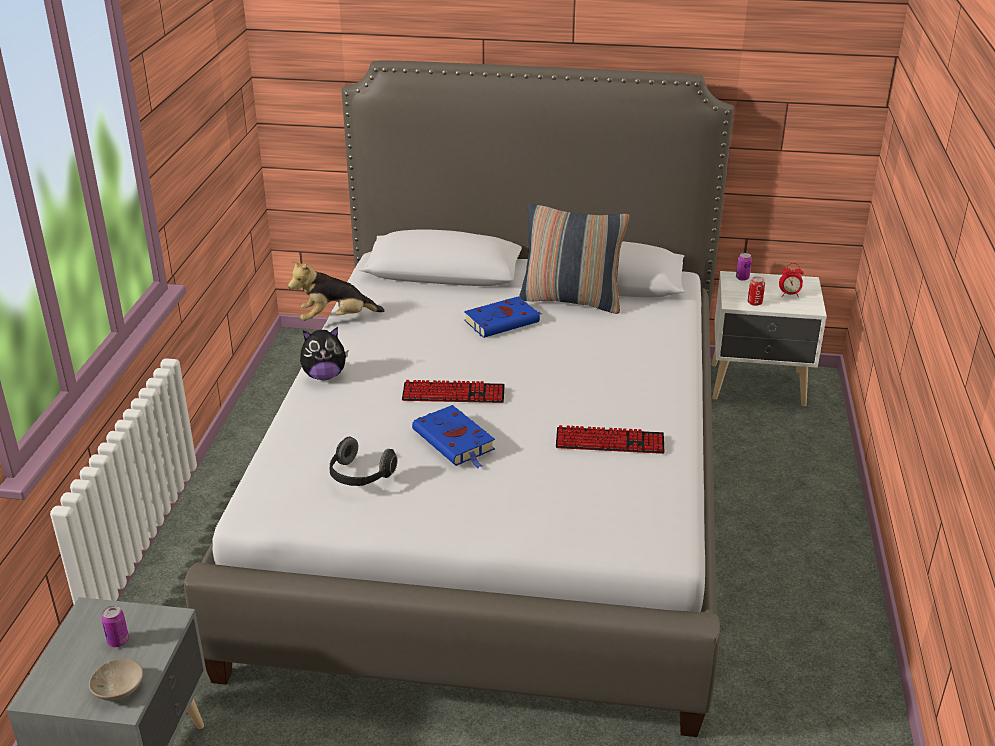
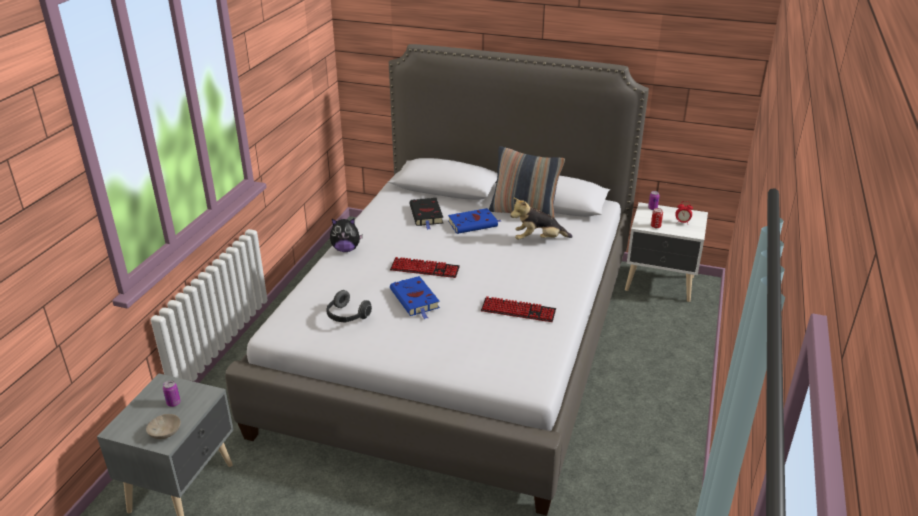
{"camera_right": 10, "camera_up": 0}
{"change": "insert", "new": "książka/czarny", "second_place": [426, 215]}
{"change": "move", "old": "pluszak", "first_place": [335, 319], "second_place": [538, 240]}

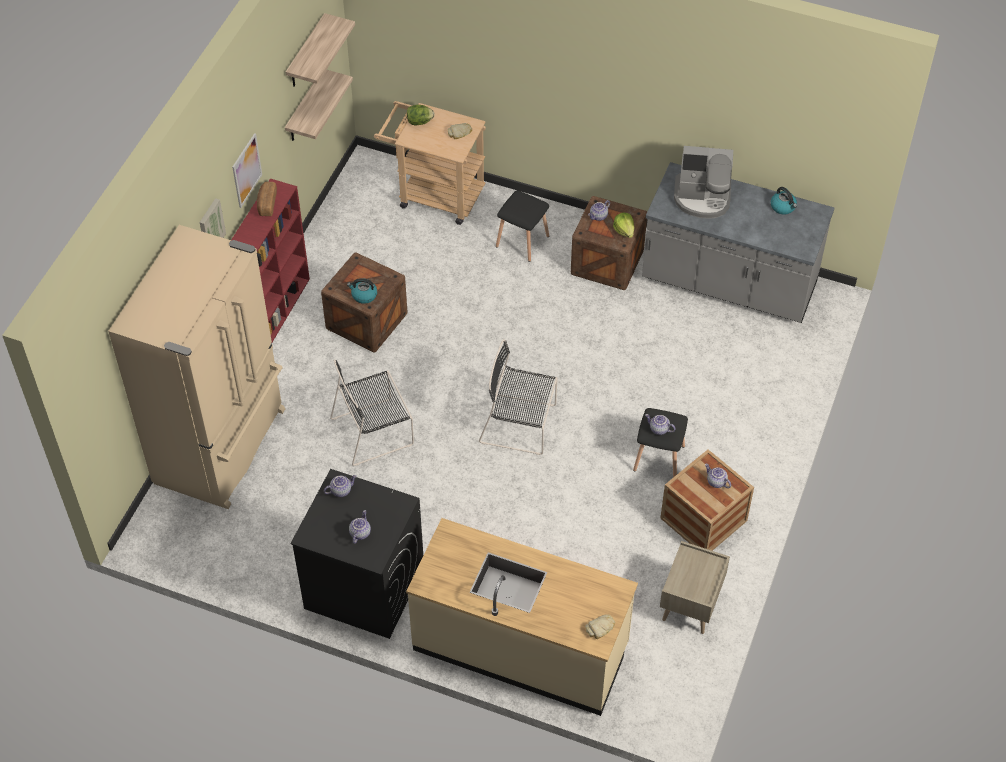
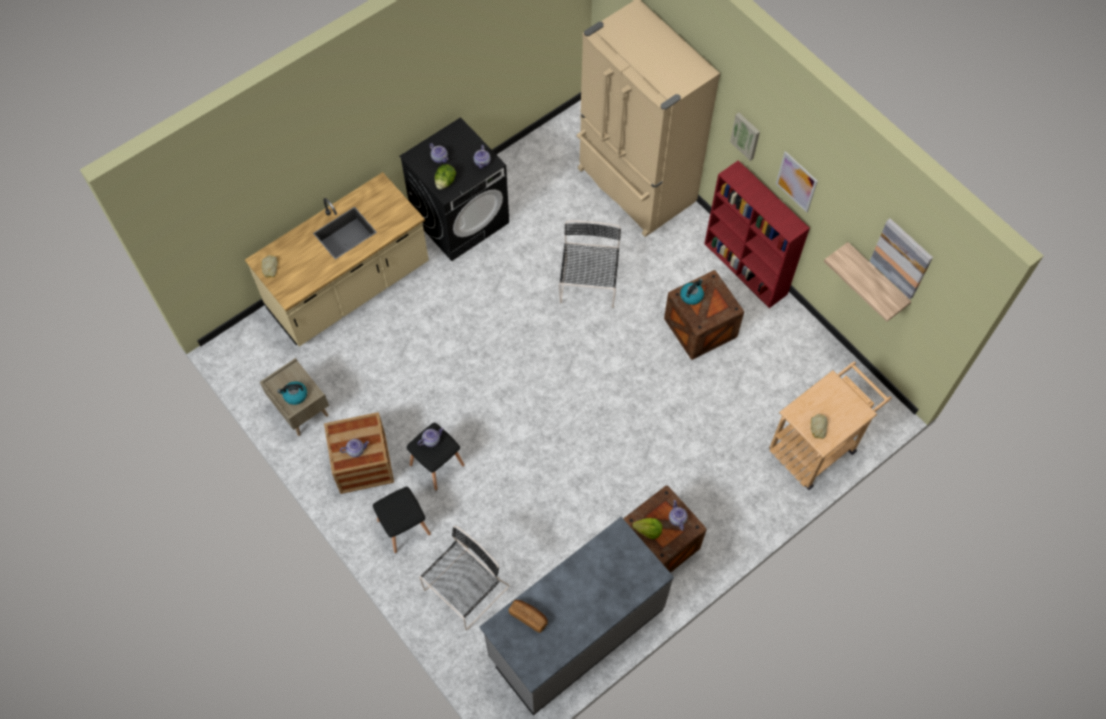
{"camera_right": 120, "camera_up": 10}
{"change": "delete", "old": "ekspres do kawy", "first_place": [702, 198]}
{"change": "move", "old": "chleb", "first_place": [267, 204], "second_place": [528, 617]}
{"change": "move", "old": "sałata", "first_place": [419, 122], "second_place": [445, 182]}
{"change": "move", "old": "krzesło/czarny", "first_place": [520, 424], "second_place": [464, 590]}
{"change": "move", "old": "stołek/czarny", "first_place": [522, 240], "second_place": [404, 527]}
{"change": "move", "old": "czajnik", "first_place": [783, 207], "second_place": [295, 395]}
{"change": "replace", "old": "półka", "new": "obraz", "first_place": [306, 53], "second_place": [901, 258]}

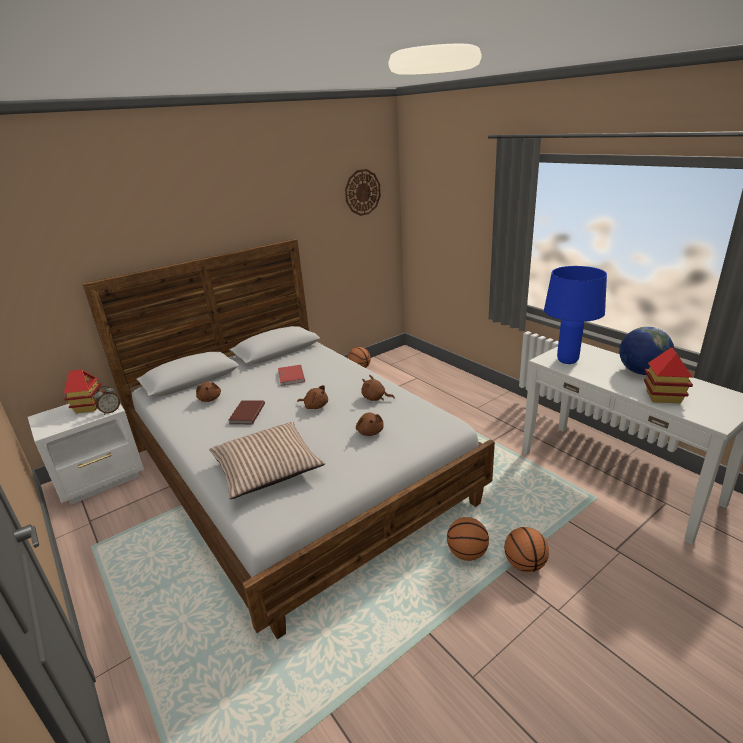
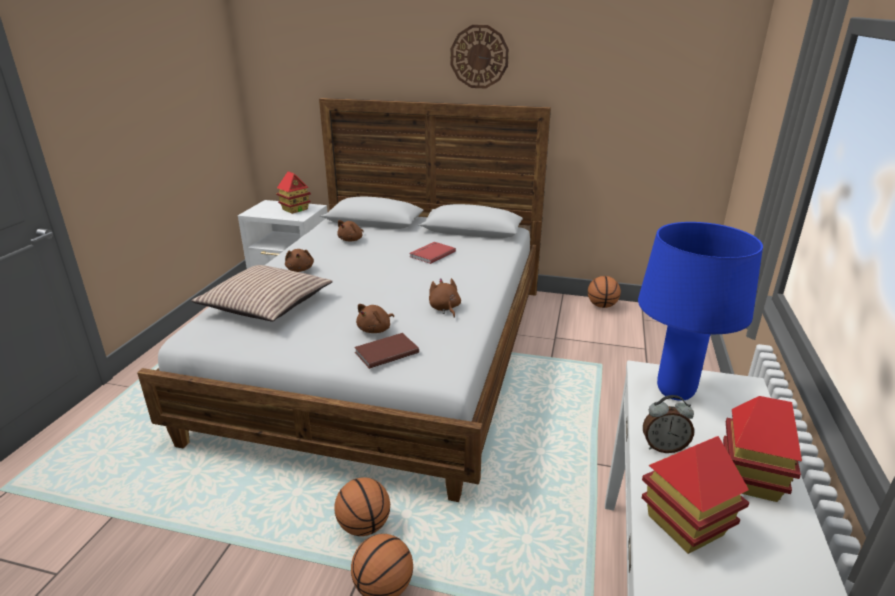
{"camera_right": 50, "camera_up": 0}
{"change": "move", "old": "budzik", "first_place": [110, 411], "second_place": [663, 447]}
{"change": "move", "old": "książka/brązowy", "first_place": [246, 414], "second_place": [385, 352]}
{"change": "move", "old": "pluszak/brązowy", "first_place": [315, 406], "second_place": [300, 269]}
{"change": "move", "old": "zegar ścienny", "first_place": [362, 192], "second_place": [479, 57]}
{"change": "replace", "old": "globus", "new": "domek", "first_place": [641, 372], "second_place": [750, 479]}

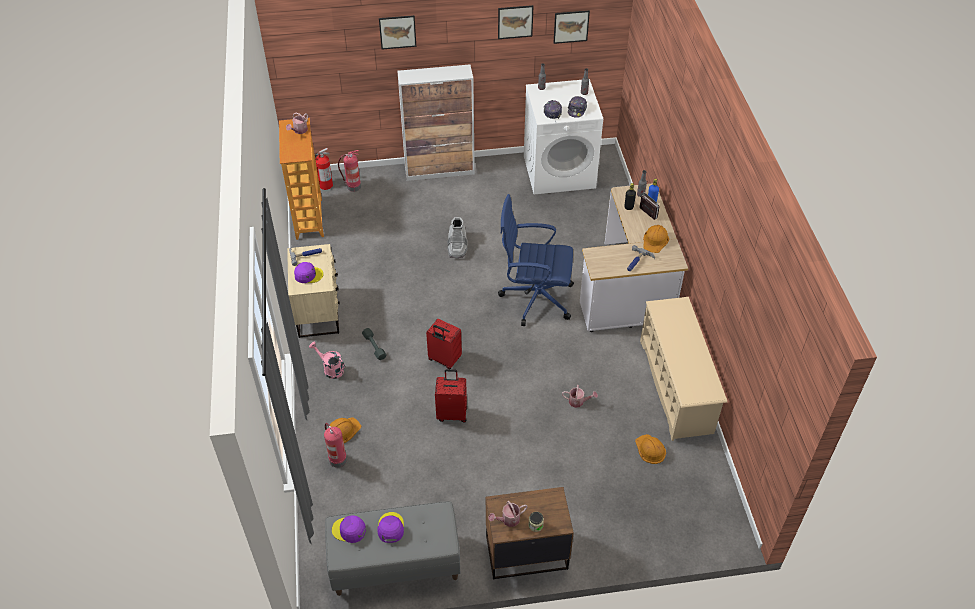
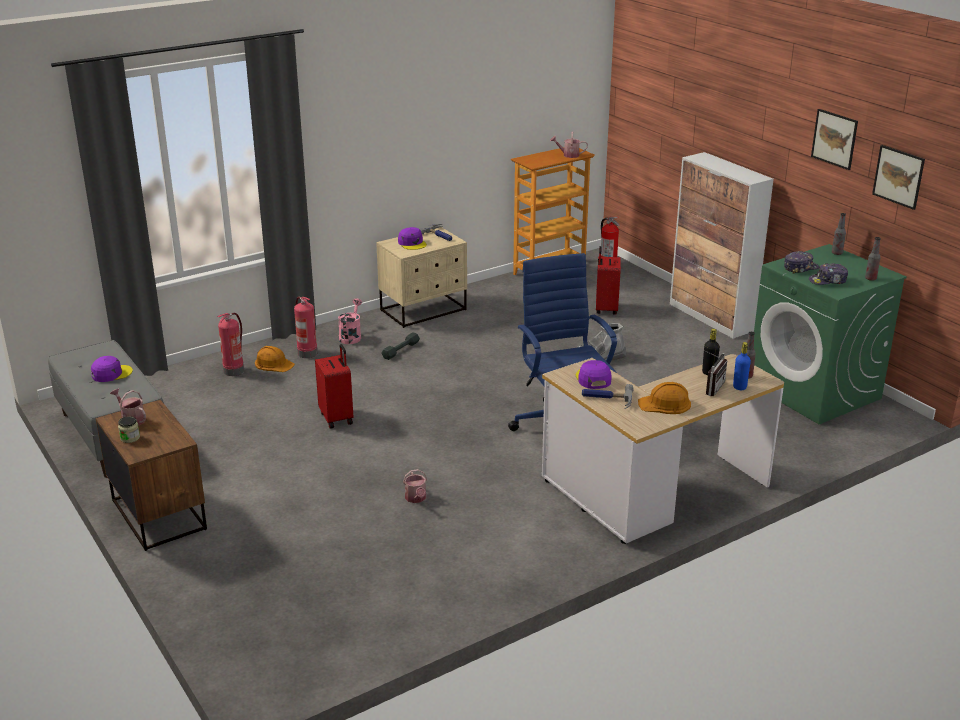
{"camera_right": 65, "camera_up": -20}
{"change": "delete", "old": "obraz", "first_place": [397, 32]}
{"change": "delete", "old": "kask/pomarańczowy", "first_place": [650, 449]}
{"change": "delete", "old": "regał na buty/beżowy", "first_place": [676, 386]}
{"change": "move", "old": "czapka z daszkiem/fioletowy", "first_place": [349, 530], "second_place": [593, 379]}
{"change": "move", "old": "gaśnica", "first_place": [353, 187], "second_place": [306, 353]}
{"change": "move", "old": "walizka/czerwony", "first_place": [444, 359], "second_place": [605, 309]}
{"change": "recolor", "old": "pralka/biały", "new": "pralka/zielony", "first_place": [559, 171], "second_place": [814, 391]}

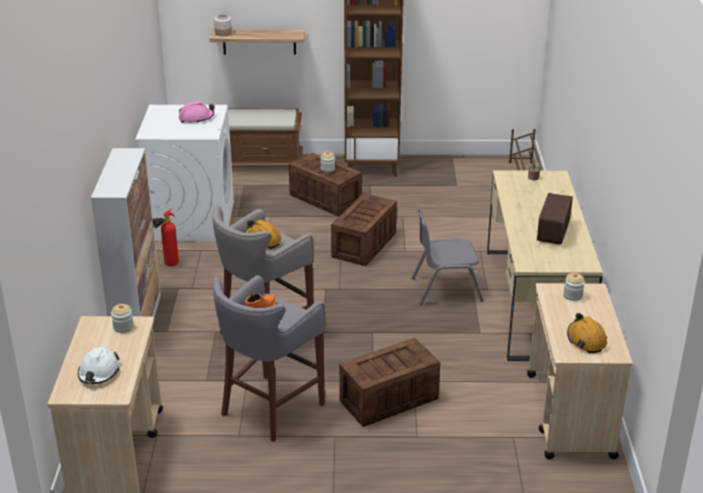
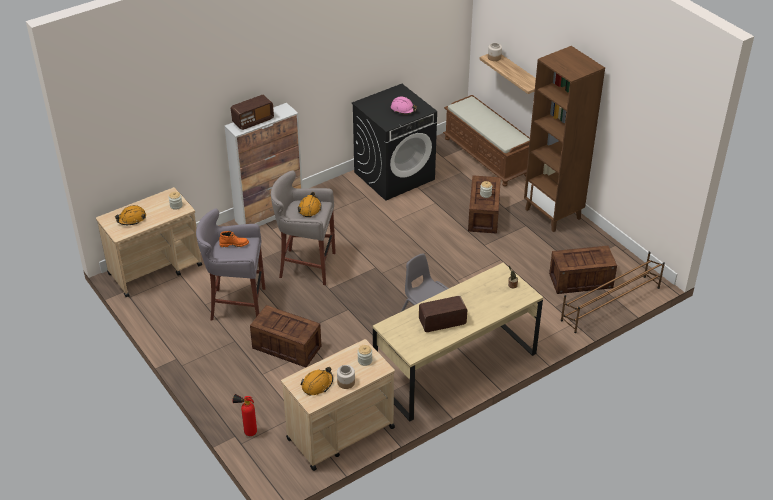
{"camera_right": 55, "camera_up": 10}
{"change": "insert", "new": "radio", "second_place": [253, 121]}
{"change": "insert", "new": "słoik", "second_place": [346, 382]}
{"change": "move", "old": "gaśnica", "first_place": [168, 265], "second_place": [247, 432]}
{"change": "move", "old": "skrzynka", "first_place": [364, 244], "second_place": [581, 280]}
{"change": "recolor", "old": "kask/biały", "new": "kask/pomarańczowy", "first_place": [99, 372], "second_place": [131, 219]}
{"change": "recolor", "old": "pralka/biały", "new": "pralka/czarny", "first_place": [192, 221], "second_place": [394, 175]}

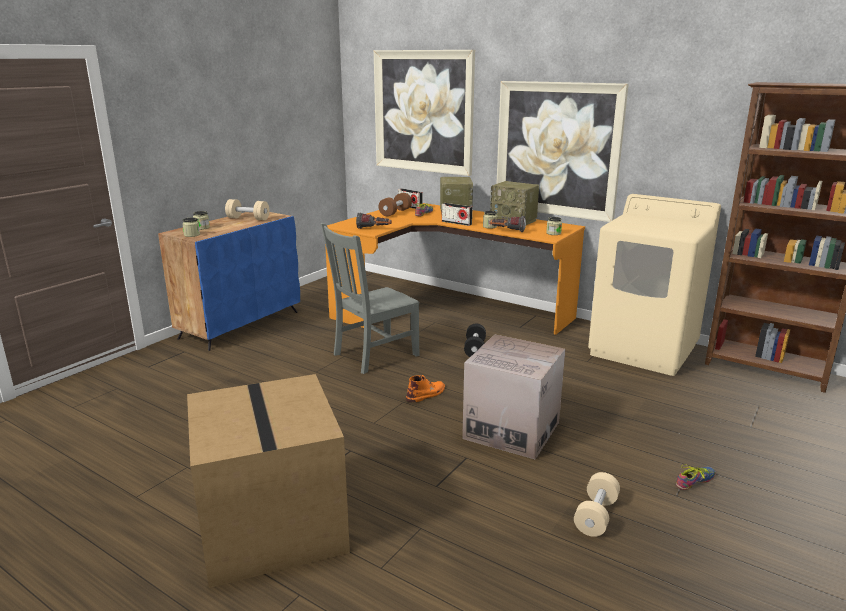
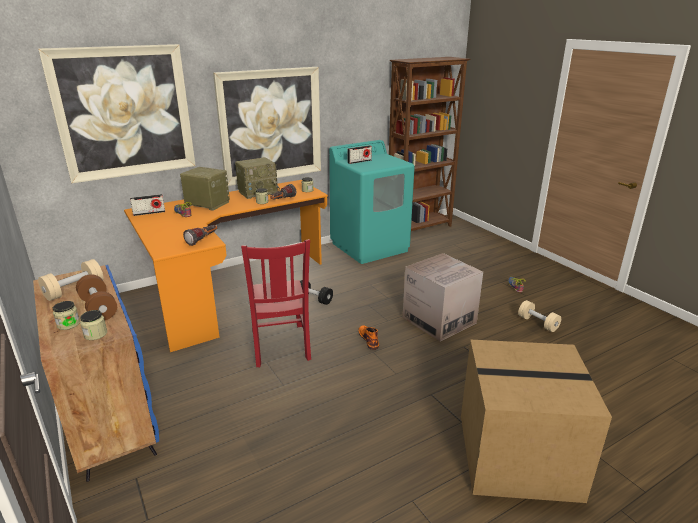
{"camera_right": -65, "camera_up": 5}
{"change": "move", "old": "hantel/brązowy", "first_place": [395, 212], "second_place": [99, 308]}
{"change": "move", "old": "radio", "first_place": [456, 223], "second_place": [359, 161]}
{"change": "recolor", "old": "krzesło/szary", "new": "krzesło/czerwony", "first_place": [373, 355], "second_place": [280, 346]}
{"change": "recolor", "old": "pralka/beżowy", "new": "pralka/turkusowy", "first_place": [644, 350], "second_place": [370, 247]}

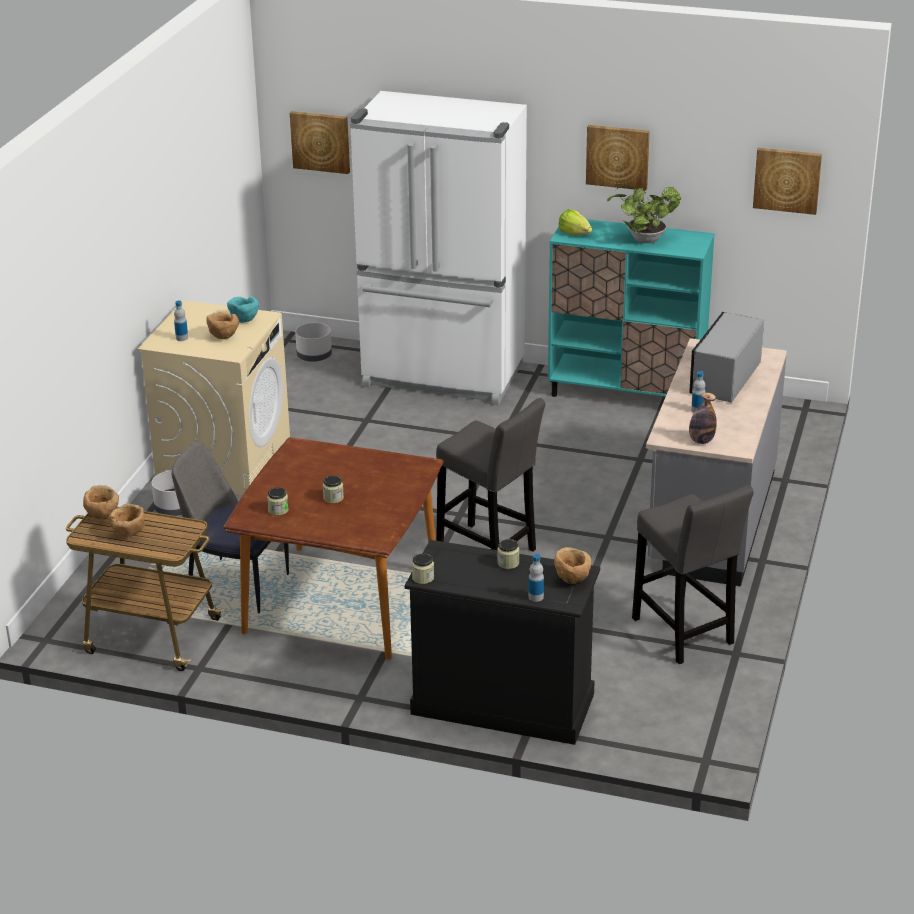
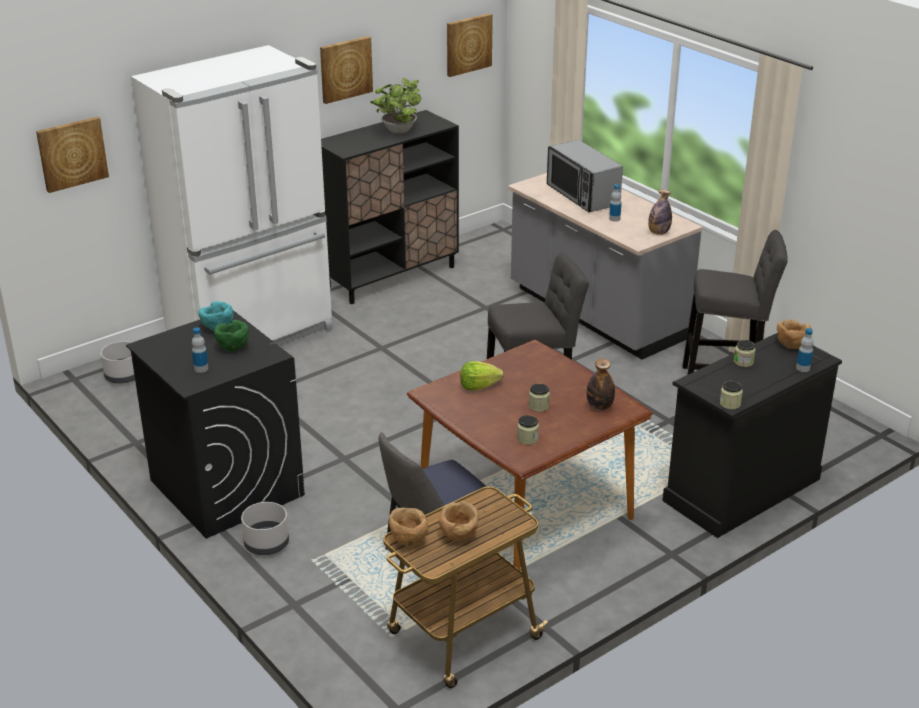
{"camera_right": -55, "camera_up": 0}
{"change": "insert", "new": "butelka", "second_place": [599, 407]}
{"change": "move", "old": "sałata", "first_place": [574, 233], "second_place": [479, 386]}
{"change": "recolor", "old": "pralka/beżowy", "new": "pralka/czarny", "first_place": [224, 461], "second_place": [226, 487]}
{"change": "recolor", "old": "miska/brązowy", "new": "miska/zielony", "first_place": [223, 336], "second_place": [232, 348]}
{"change": "recolor", "old": "szafka/turkusowy", "new": "szafka/czarny", "first_place": [626, 393], "second_place": [391, 276]}

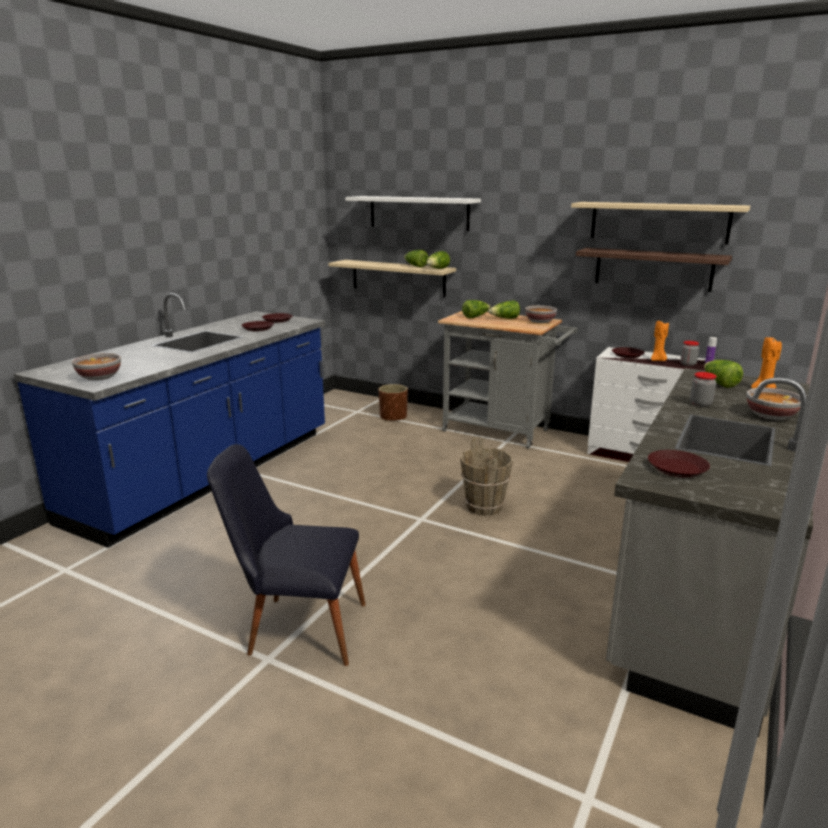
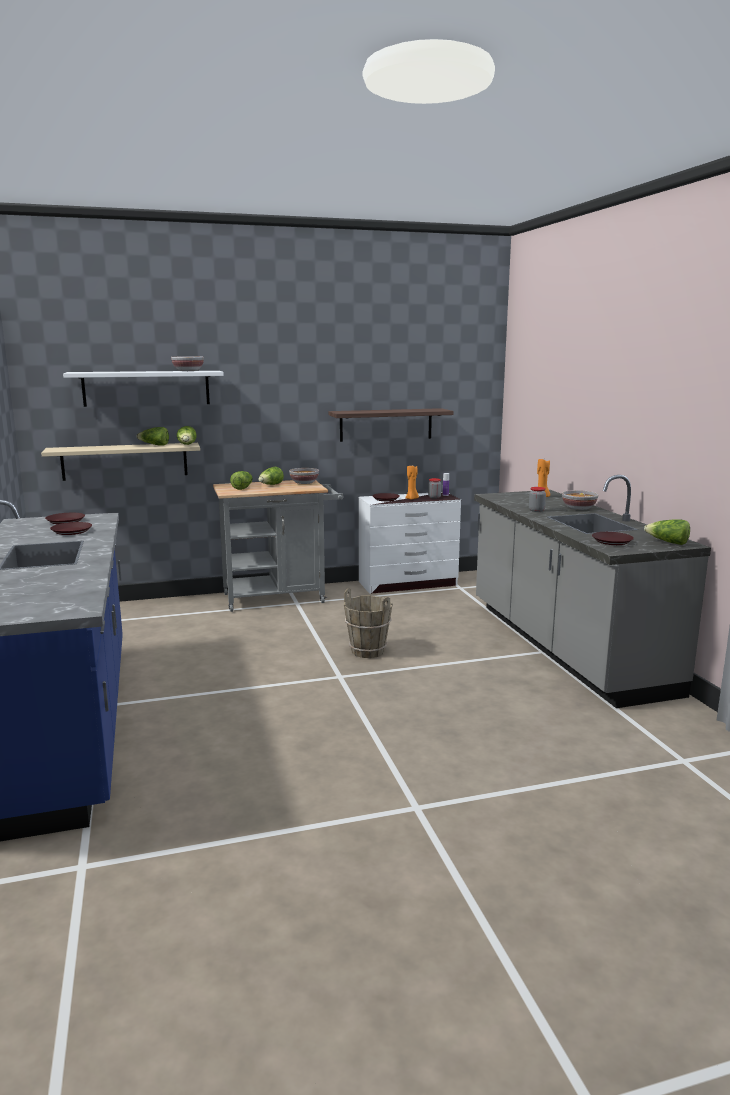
{"camera_right": -45, "camera_up": -5}
{"change": "delete", "old": "krzesło/czarny", "first_place": [296, 626]}
{"change": "delete", "old": "donica/brązowy", "first_place": [393, 417]}
{"change": "delete", "old": "półka/beżowy", "first_place": [658, 222]}
{"change": "move", "old": "miska", "first_place": [99, 377], "second_place": [188, 371]}
{"change": "move", "old": "sałata", "first_place": [719, 383], "second_place": [668, 542]}

